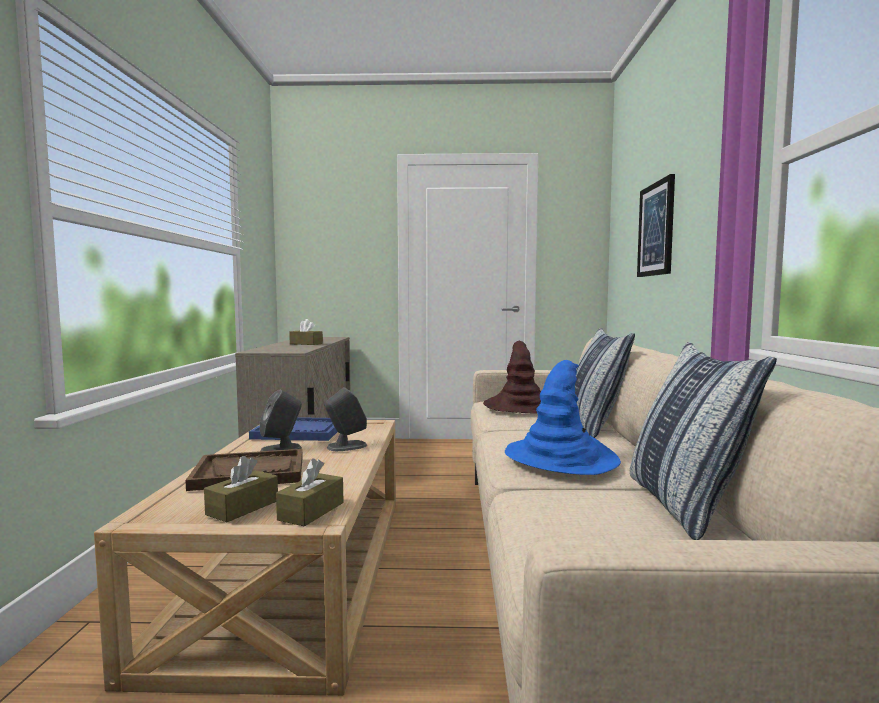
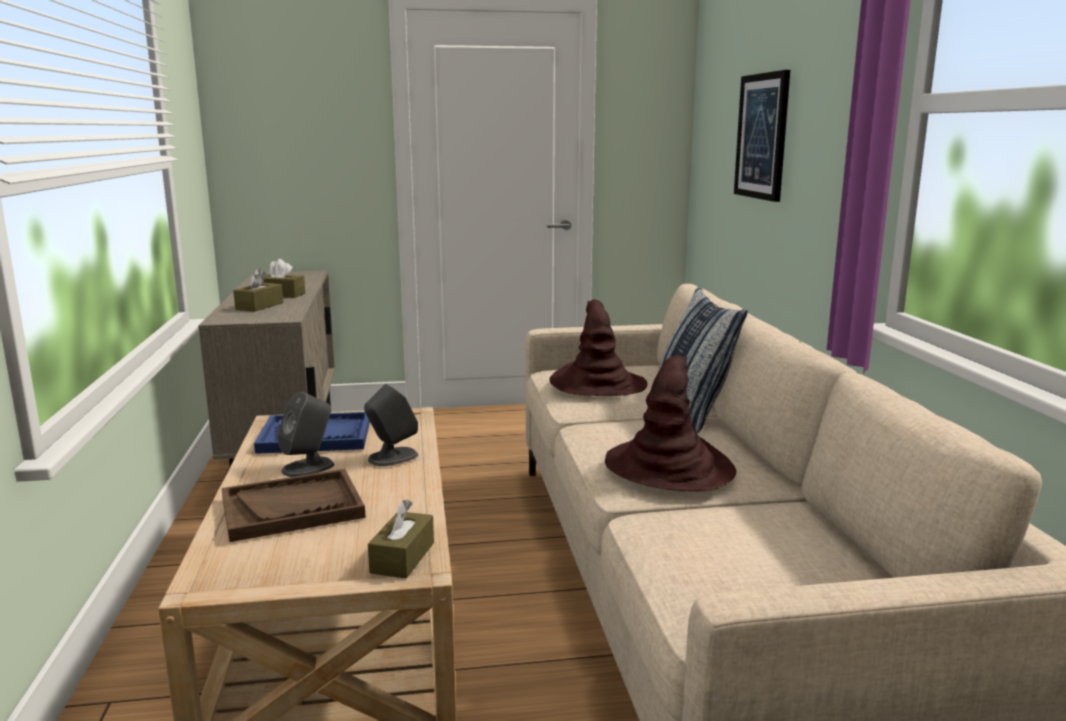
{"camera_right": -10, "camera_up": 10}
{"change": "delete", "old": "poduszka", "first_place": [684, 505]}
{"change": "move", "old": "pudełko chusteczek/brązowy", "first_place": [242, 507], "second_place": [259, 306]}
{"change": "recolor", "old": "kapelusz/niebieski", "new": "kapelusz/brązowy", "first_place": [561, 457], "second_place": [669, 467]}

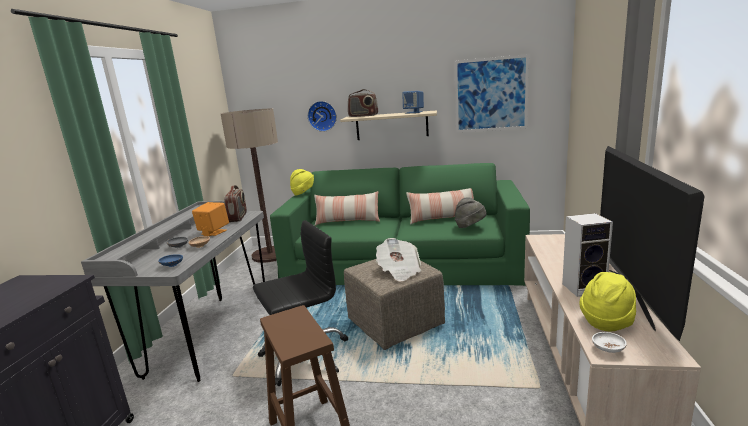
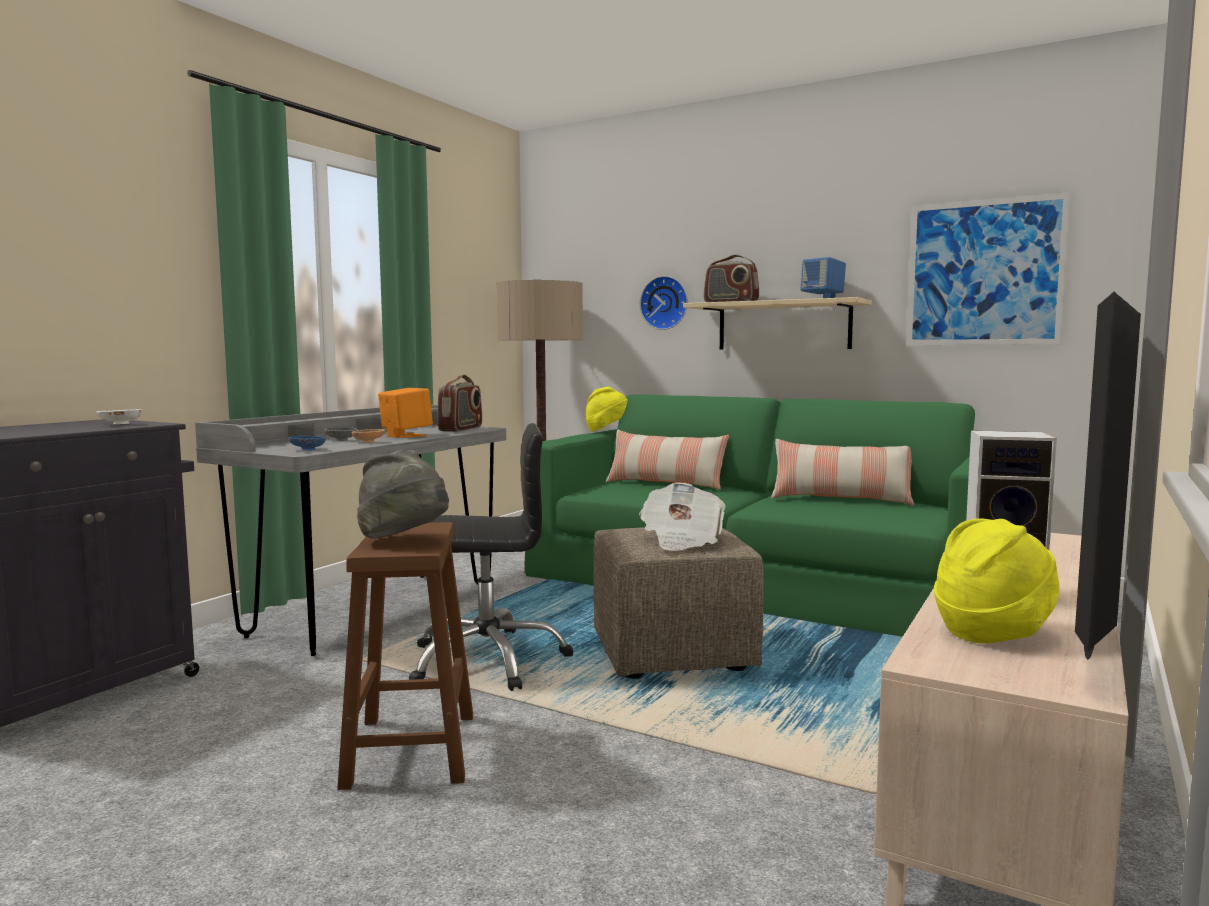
{"camera_right": 20, "camera_up": -10}
{"change": "move", "old": "kapelusz/szary", "first_place": [470, 226], "second_place": [405, 541]}
{"change": "move", "old": "miska/biały", "first_place": [608, 349], "second_place": [120, 424]}

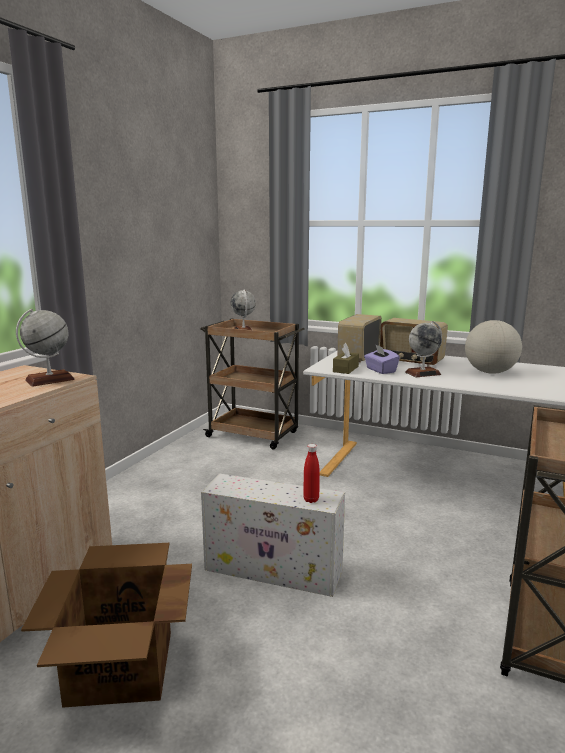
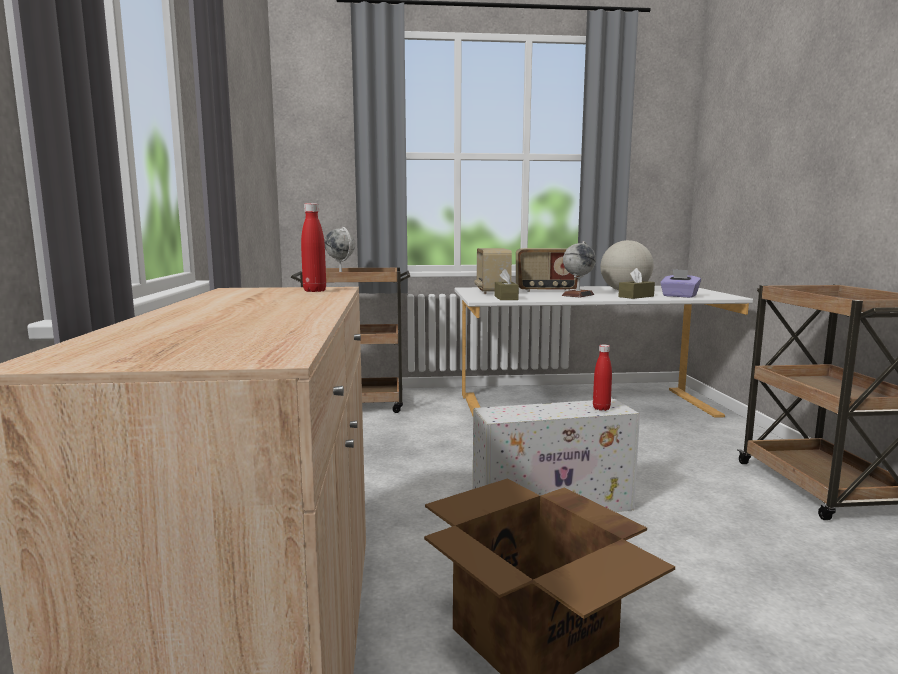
{"camera_right": -30, "camera_up": -5}
{"change": "insert", "new": "pudełko chusteczek/brązowy", "second_place": [636, 296]}
{"change": "move", "old": "pudełko chusteczek/fioletowy", "first_place": [380, 370], "second_place": [679, 296]}
{"change": "replace", "old": "globus", "new": "butelka/czerwony", "first_place": [49, 380], "second_place": [314, 291]}

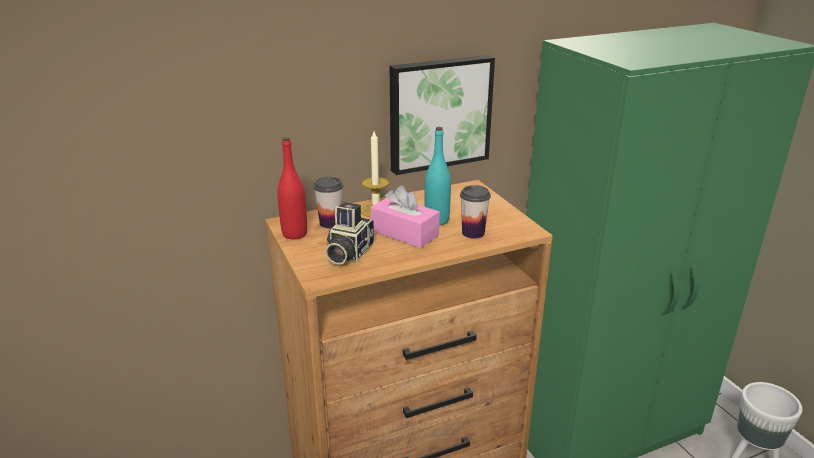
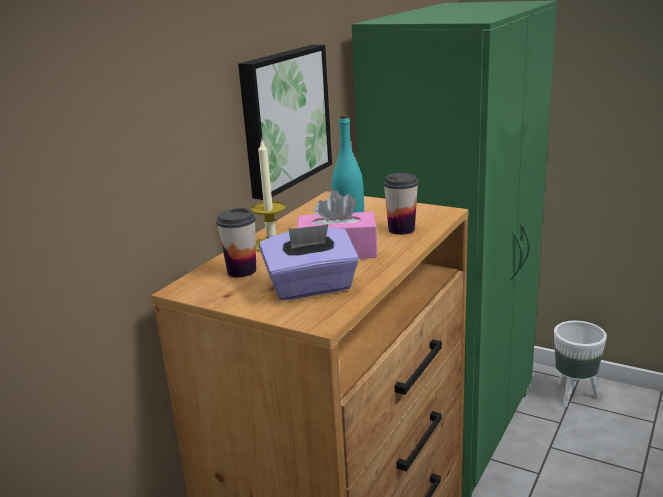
{"camera_right": -35, "camera_up": -5}
{"change": "delete", "old": "butelka/czerwony", "first_place": [294, 234]}
{"change": "replace", "old": "aparat fotograficzny", "new": "pudełko chusteczek/fioletowy", "first_place": [348, 253], "second_place": [311, 288]}

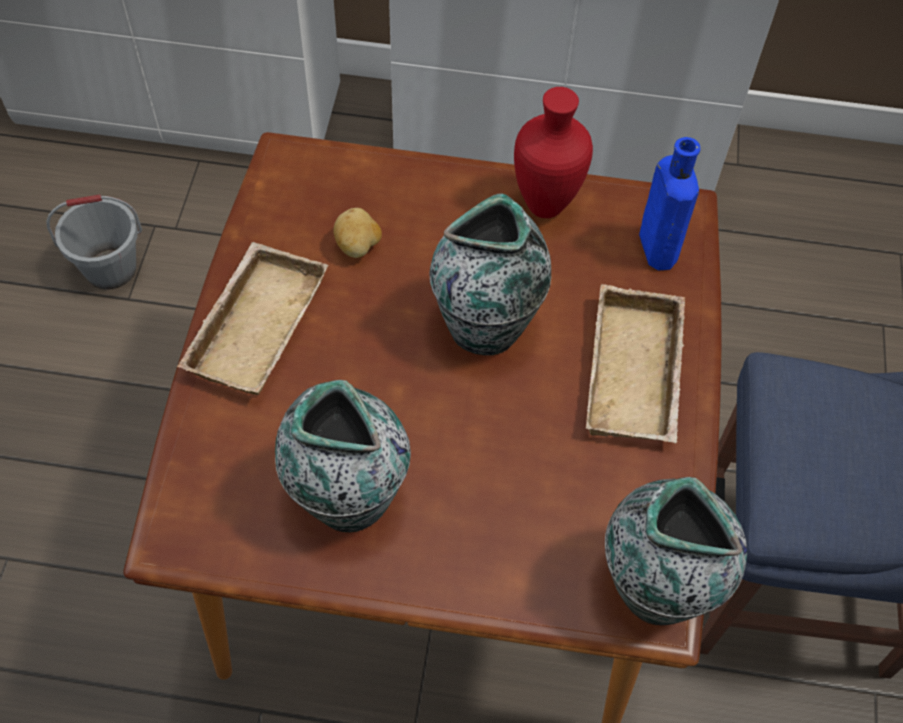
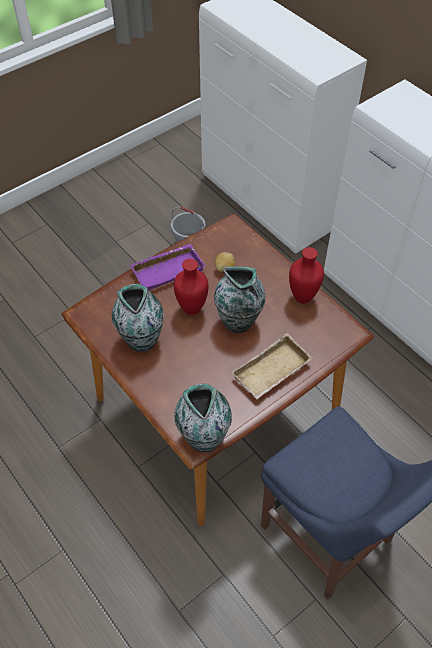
{"camera_right": 45, "camera_up": -5}
{"change": "delete", "old": "butelka/niebieski", "first_place": [656, 245]}
{"change": "insert", "new": "wazon/czerwony", "second_place": [190, 309]}
{"change": "recolor", "old": "taca/beżowy", "new": "taca/fioletowy", "first_place": [254, 323], "second_place": [168, 269]}

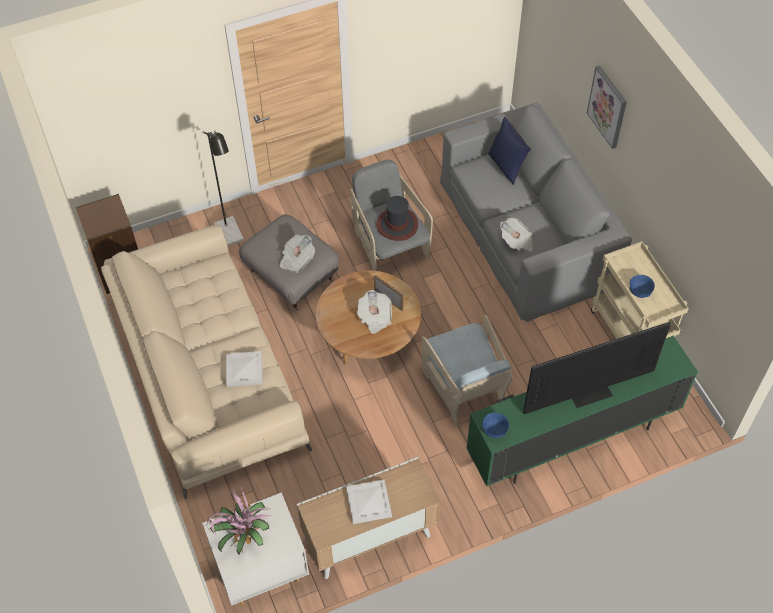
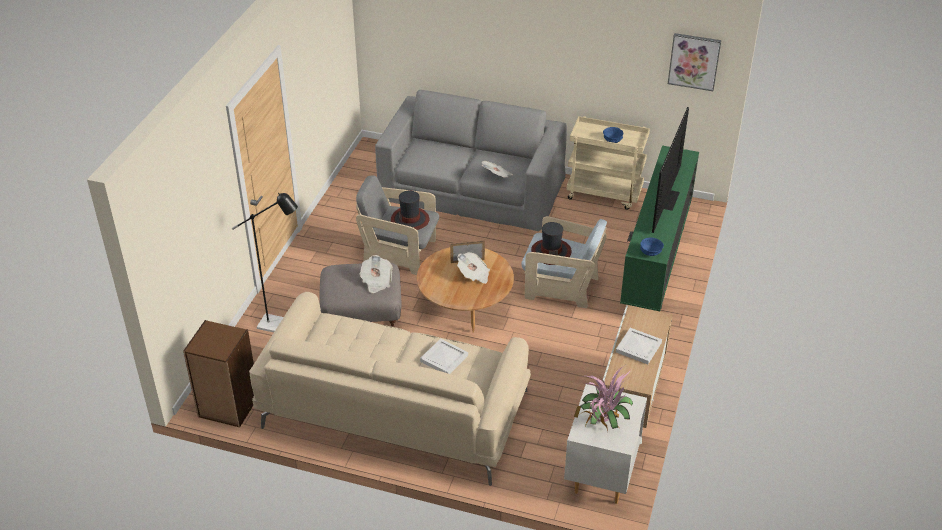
{"camera_right": -50, "camera_up": -15}
{"change": "delete", "old": "poduszka/niebieski", "first_place": [506, 166]}
{"change": "insert", "new": "kapelusz", "second_place": [551, 252]}
{"change": "move", "old": "obraz", "first_place": [607, 106], "second_place": [694, 61]}

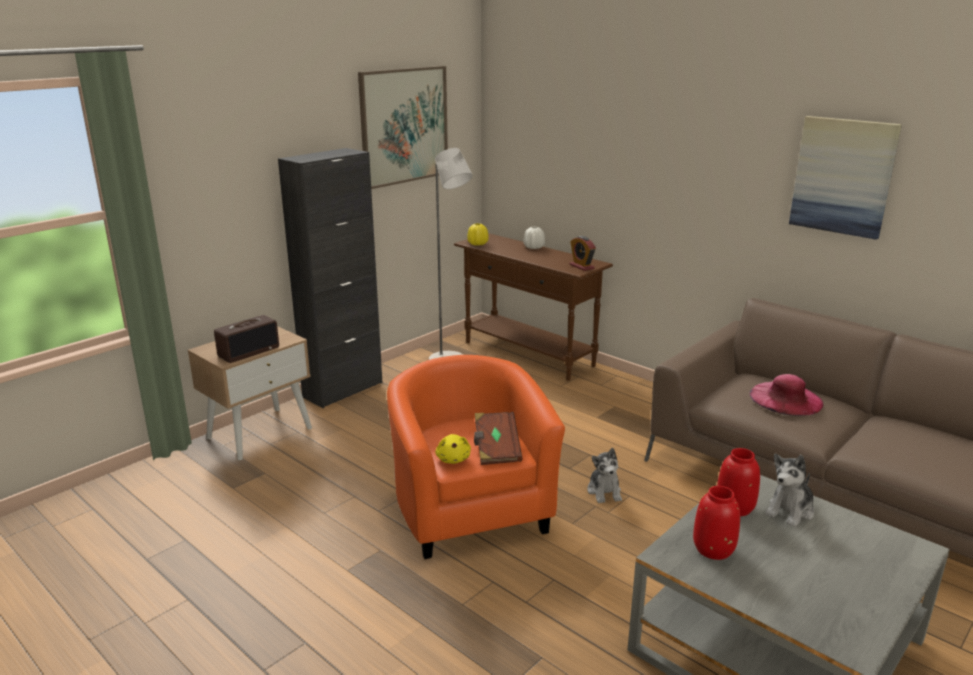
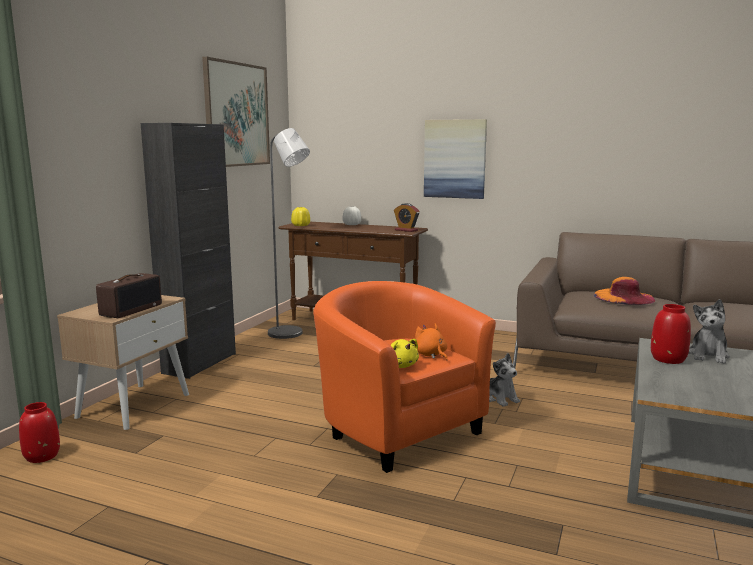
{"camera_right": -20, "camera_up": -10}
{"change": "move", "old": "wazon/czerwony", "first_place": [713, 548], "second_place": [42, 456]}
{"change": "move", "old": "obraz", "first_place": [843, 176], "second_place": [455, 159]}
{"change": "replace", "old": "książka/brązowy", "new": "pluszak/pomarańczowy", "first_place": [496, 449], "second_place": [431, 355]}
{"change": "recolor", "old": "kapelusz/różowy", "new": "kapelusz/pomarańczowy", "first_place": [786, 398], "second_place": [624, 297]}

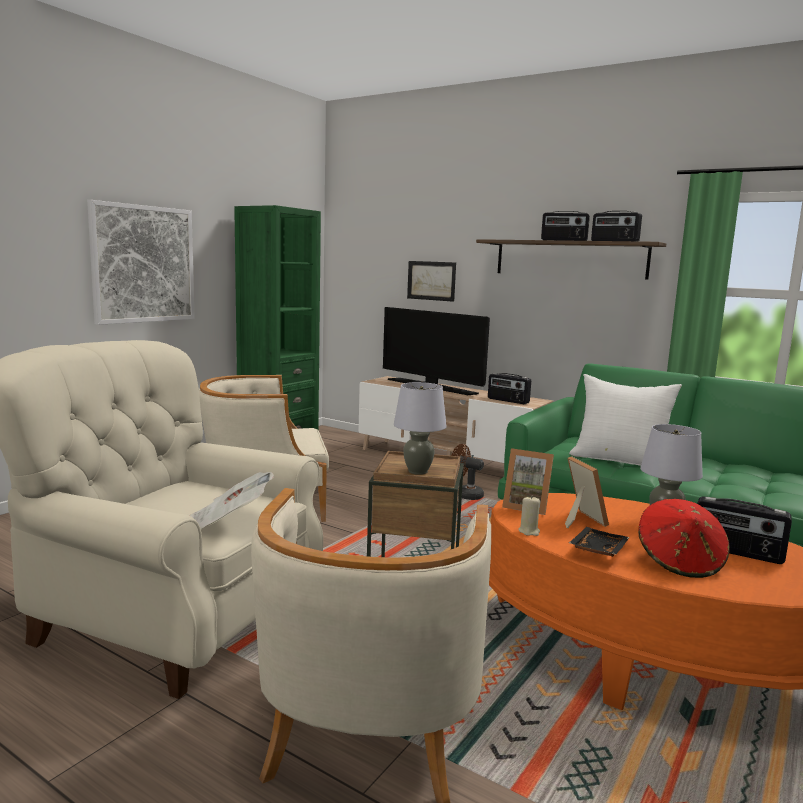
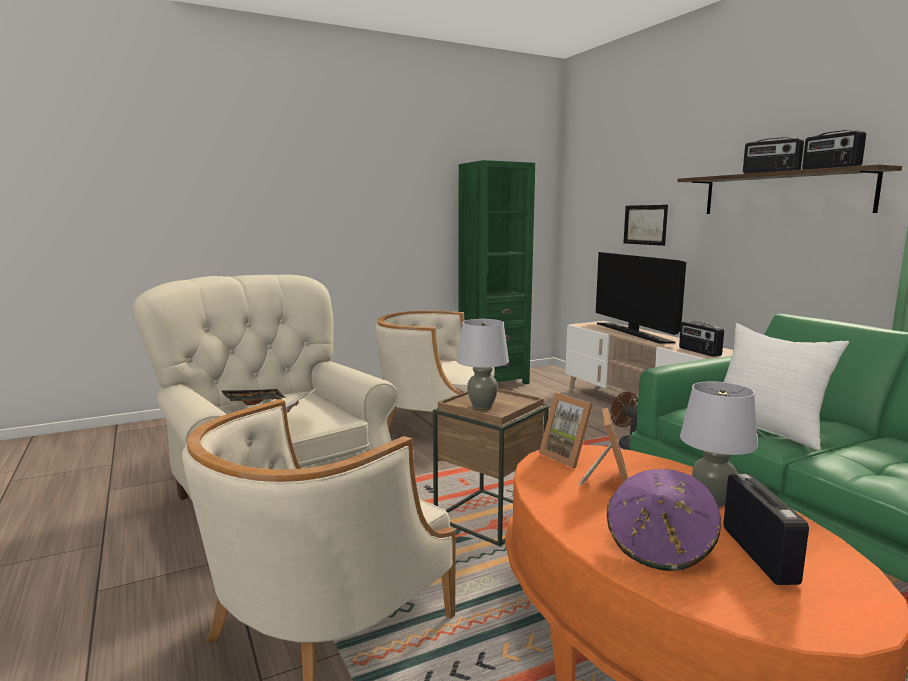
{"camera_right": 30, "camera_up": 0}
{"change": "delete", "old": "obraz", "first_place": [143, 264]}
{"change": "delete", "old": "świeca/beżowy", "first_place": [529, 531]}
{"change": "move", "old": "taca/czarny", "first_place": [597, 550], "second_place": [253, 402]}
{"change": "recolor", "old": "kapelusz/czerwony", "new": "kapelusz/fioletowy", "first_place": [680, 562], "second_place": [660, 547]}
{"change": "rotate", "old": "radio", "first_place": [736, 552], "second_place": [760, 554], "degrees": -150}

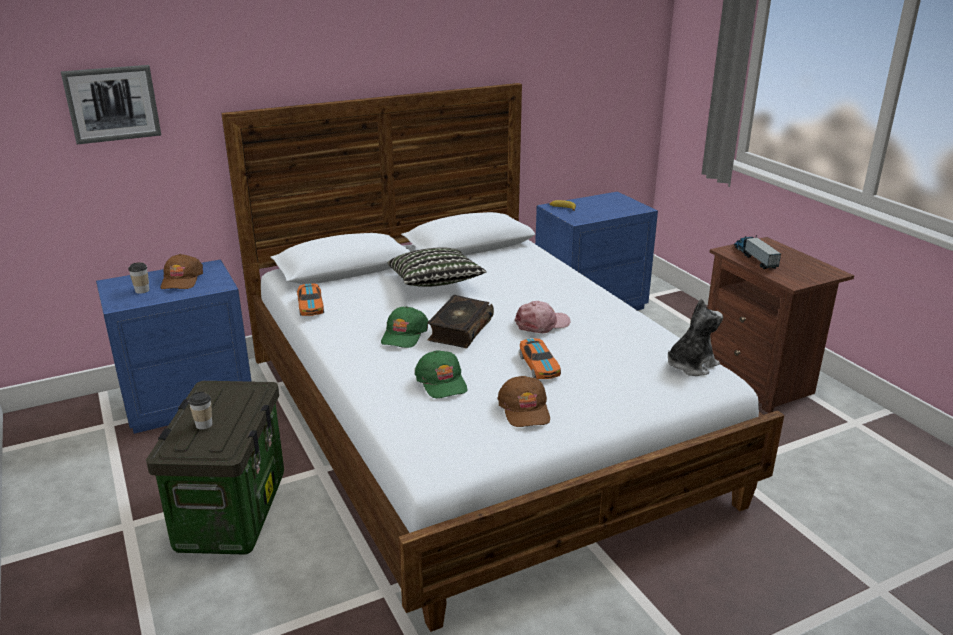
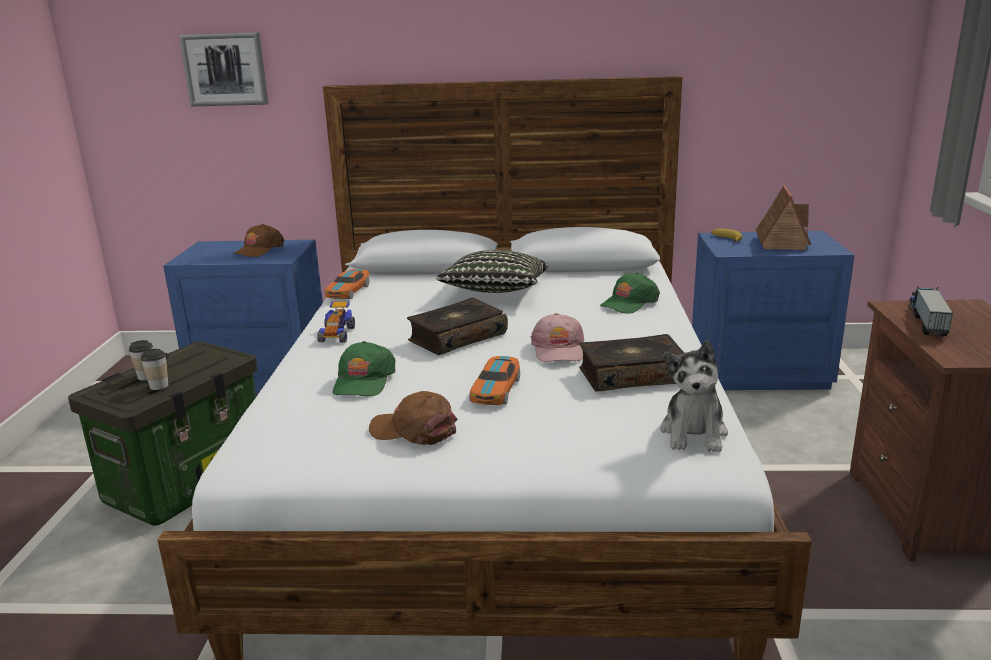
{"camera_right": 30, "camera_up": -5}
{"change": "insert", "new": "samochodzik", "second_place": [337, 334]}
{"change": "insert", "new": "książka", "second_place": [632, 375]}
{"change": "insert", "new": "domek", "second_place": [781, 242]}
{"change": "move", "old": "filiżanka", "first_place": [142, 290], "second_place": [159, 386]}
{"change": "move", "old": "czapka z daszkiem/zielony", "first_place": [404, 335], "second_place": [629, 303]}
{"change": "rotate", "old": "czapka z daszkiem/brązowy", "first_place": [525, 409], "second_place": [414, 430], "degrees": 90}
{"change": "rotate", "old": "czapka z daszkiem/różowy", "first_place": [542, 324], "second_place": [558, 349], "degrees": 90}
{"change": "rotate", "old": "pluszak", "first_place": [690, 365], "second_place": [694, 433], "degrees": 105}

